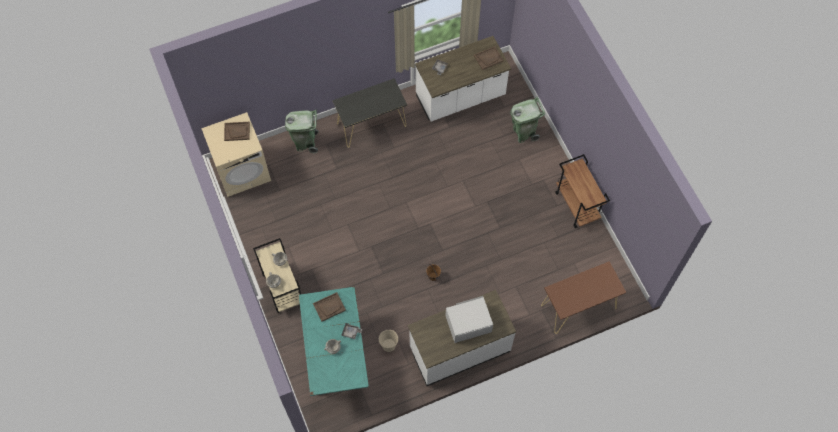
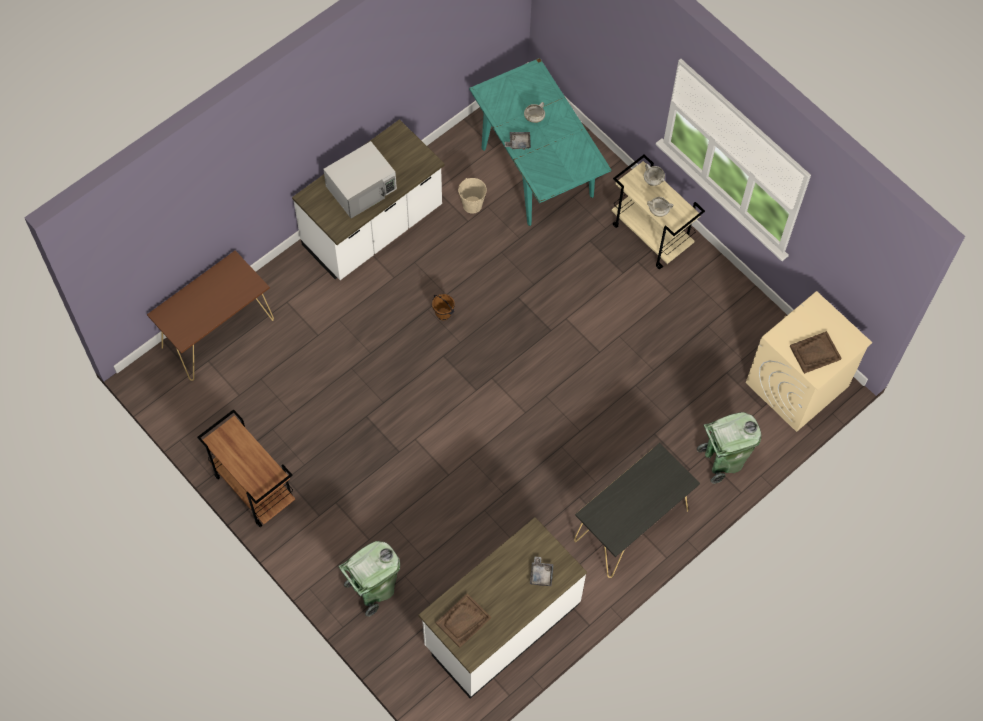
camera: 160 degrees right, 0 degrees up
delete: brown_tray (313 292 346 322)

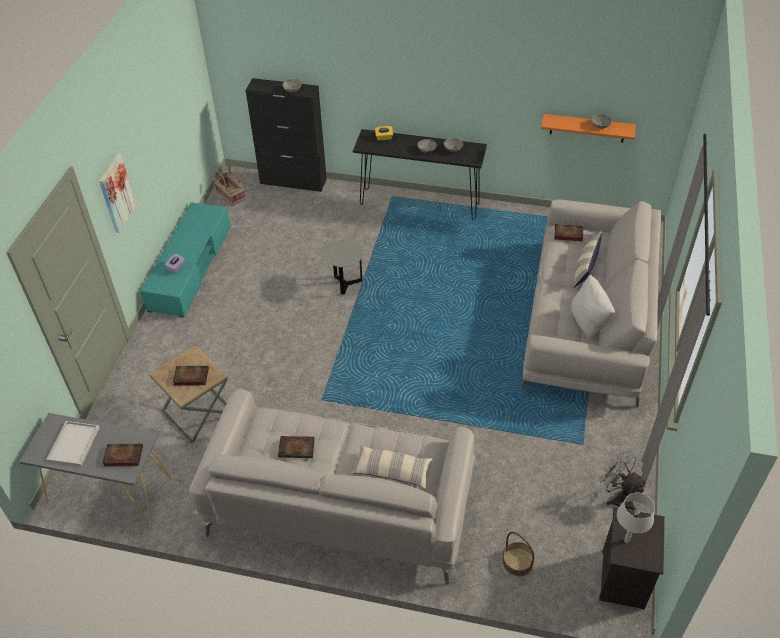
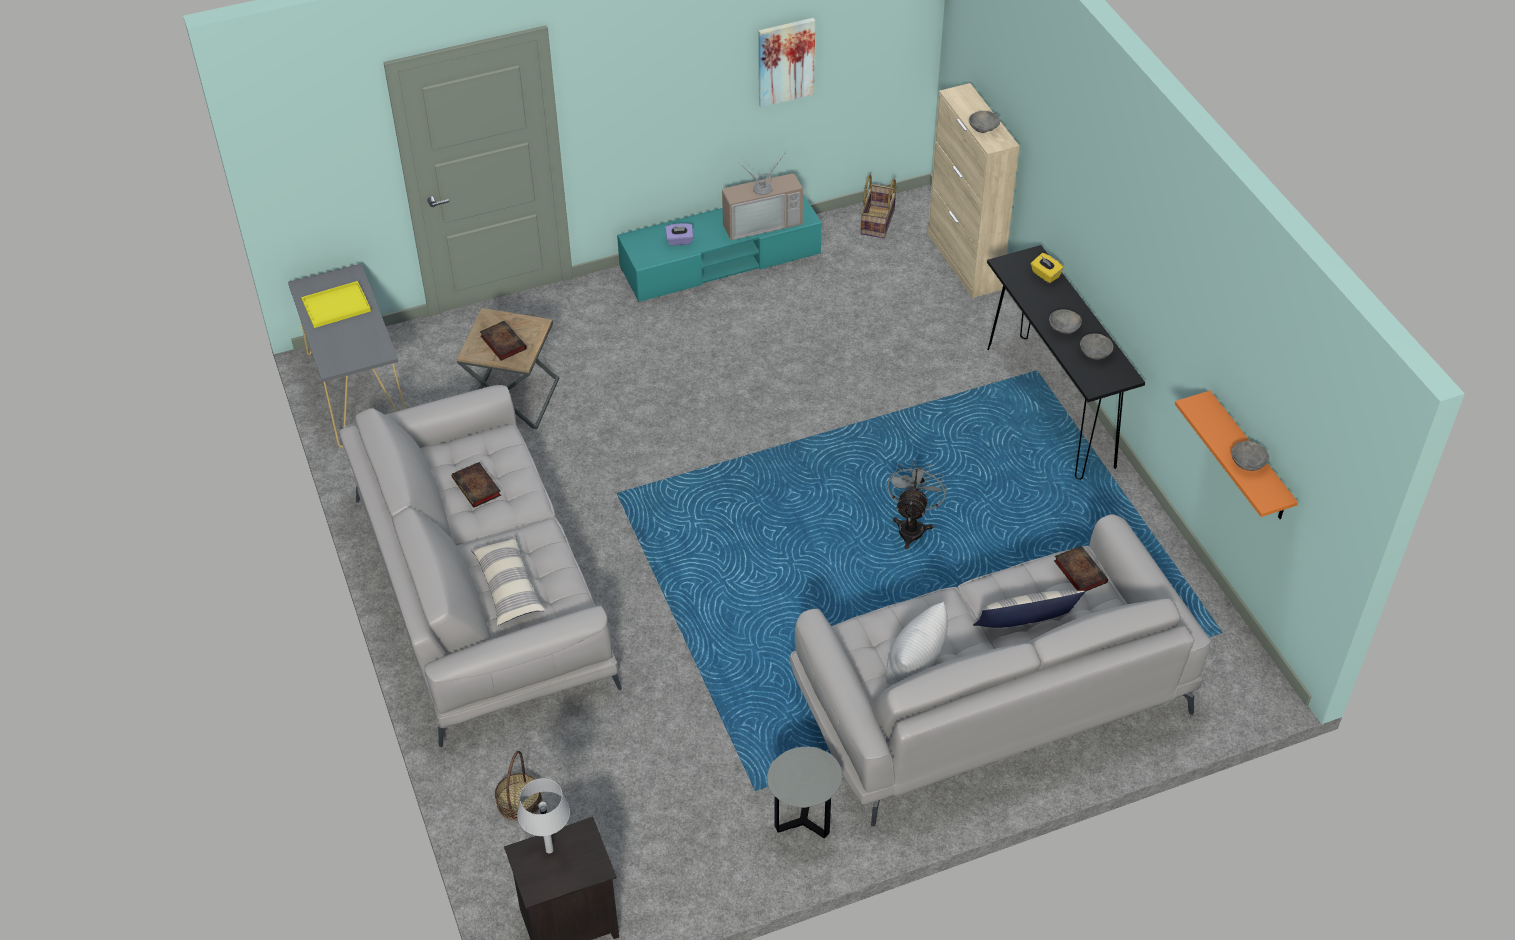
camera: 55 degrees right, 0 degrees up
delete: book (102 444 143 466)
insert: television (722 152 803 240)
move: picture (99 154 136 233) to (758 18 815 107); grey_side_table (326 239 363 295) to (767 747 842 838); grey_fan (600 452 647 511) to (887 460 947 549)
recolor: white_tray (46 421 100 466) to yellow_tray (301 281 371 328); black_cabinet (246 78 327 192) to beige_cabinet (928 83 1020 298)

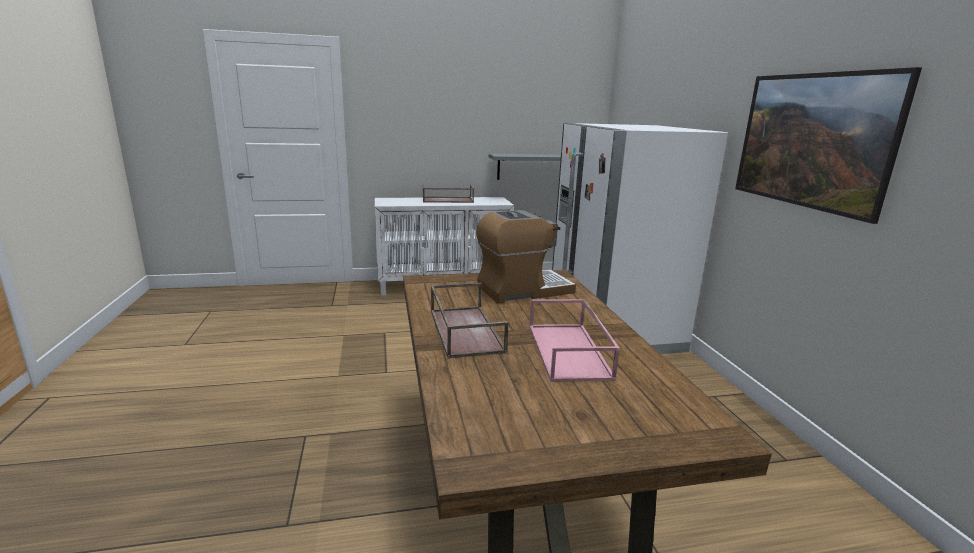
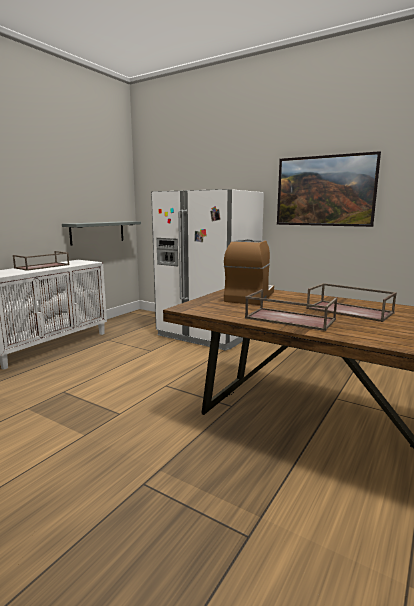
camera: 45 degrees left, 5 degrees down
recolor: pink_tray (529 299 620 382) to brown_tray (306 283 397 322)

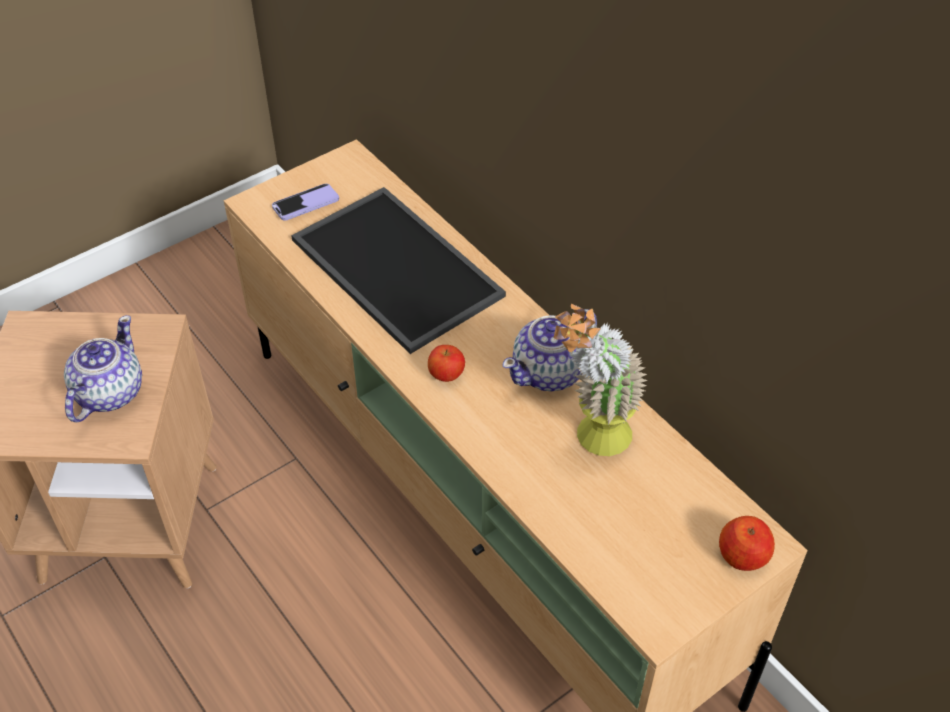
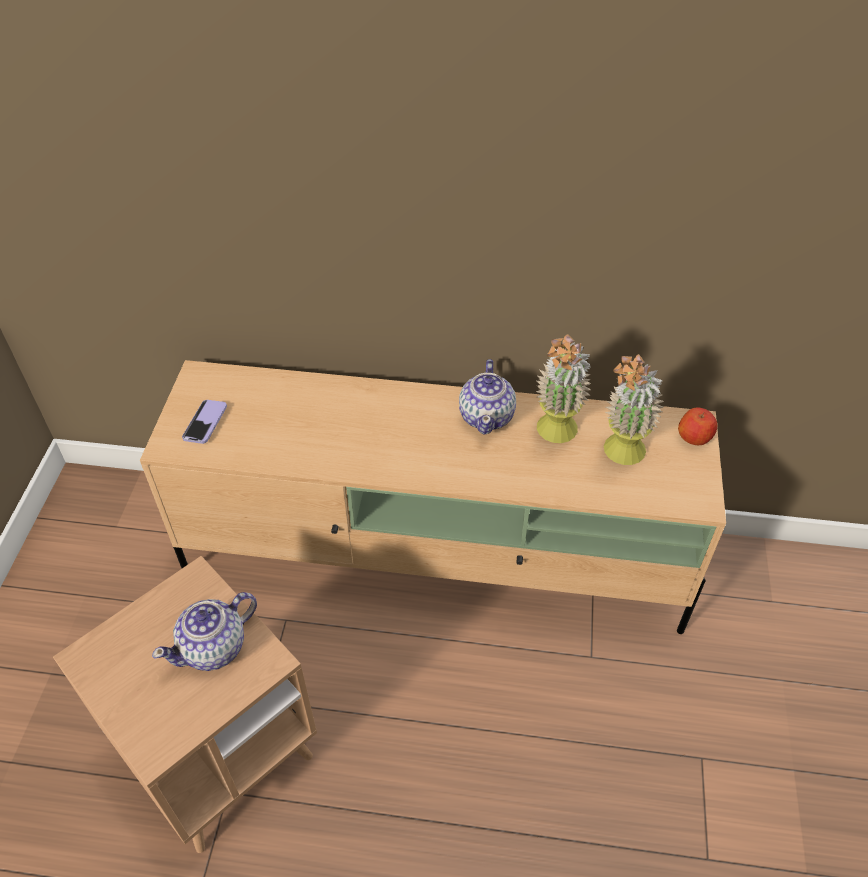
camera: 45 degrees left, 0 degrees up
delete: tray (291 187 506 354); apple (428 345 465 382)
insert: potted_plant (604 354 664 465)
rotate: teapot (64 315 142 422) = (152 592 257 671) 105 degrees counterclockwise

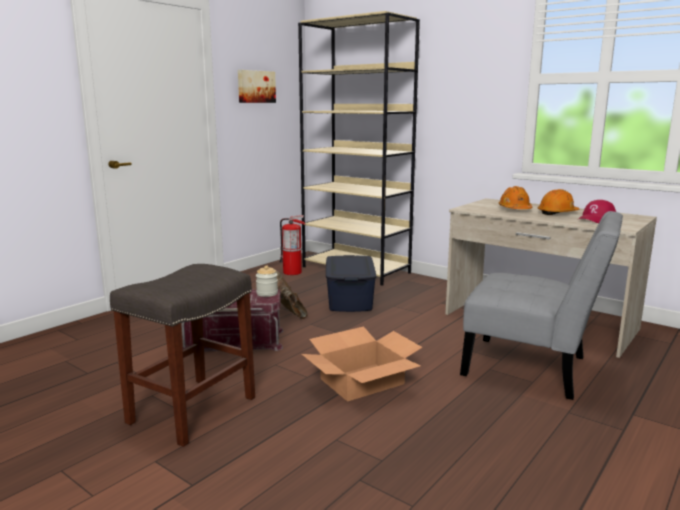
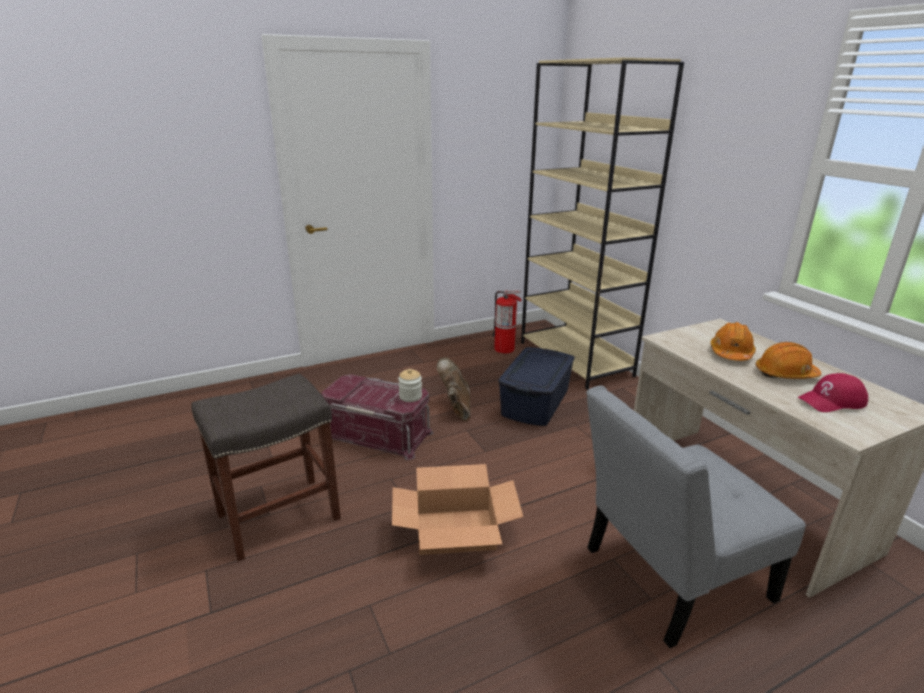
camera: 25 degrees right, 10 degrees up
delete: picture (238 70 276 103)
rotate: grey_chair (460 211 623 400) = (586 385 806 648) 105 degrees clockwise

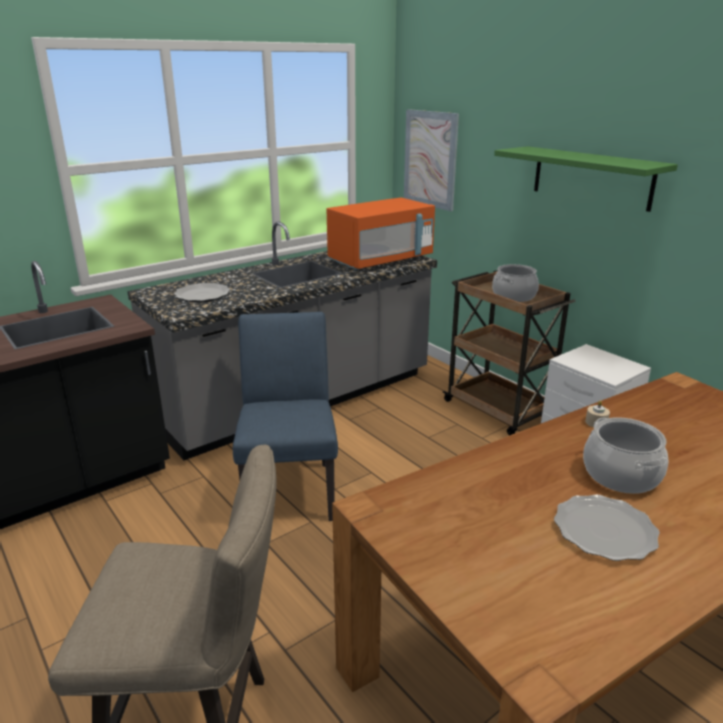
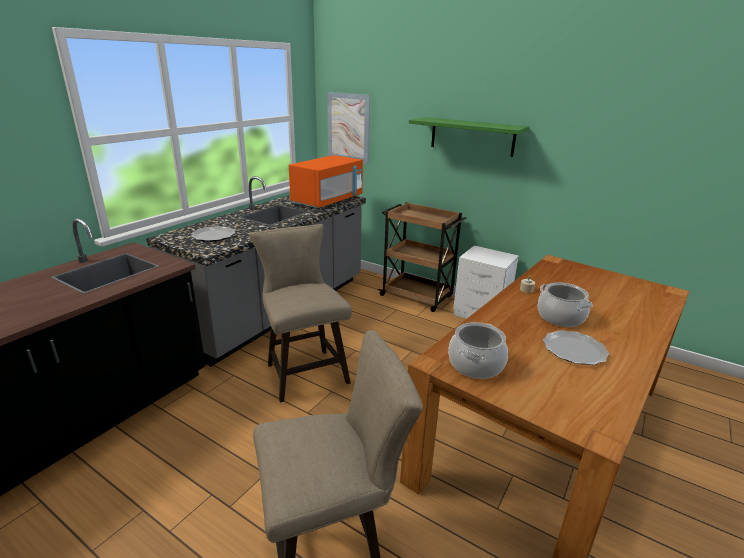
camera: 20 degrees left, 0 degrees up
move: cooking_pot (492 264 539 302) to (448 322 508 379)
replace: blue_chair (233 312 338 521) to beige_stool (250 224 352 403)

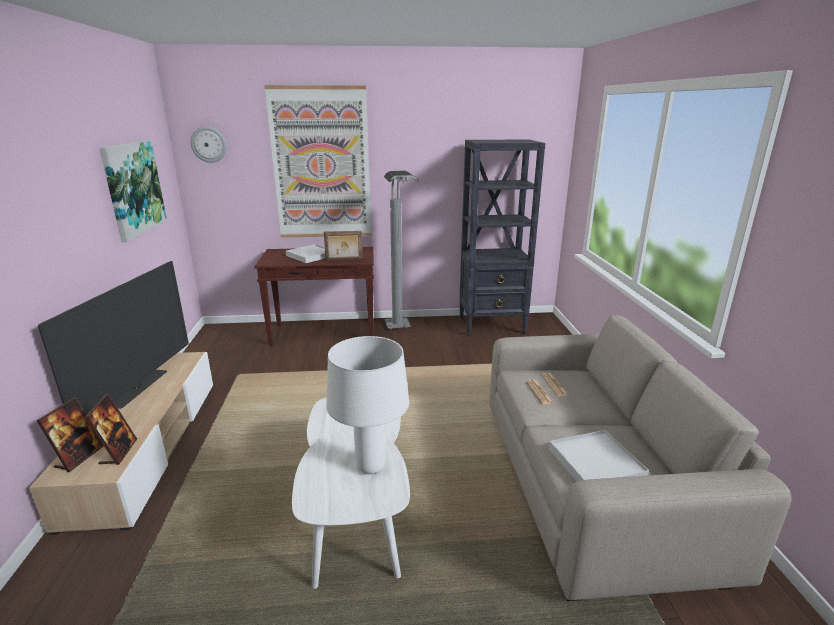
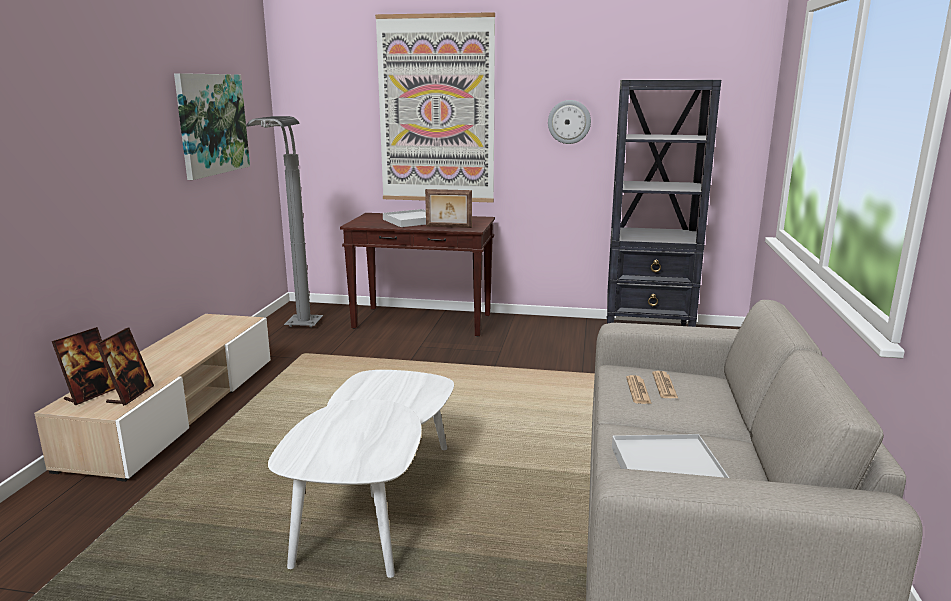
camera: 15 degrees right, 5 degrees down
delete: television (38 261 189 415); white_table_lamp (326 336 409 474)
move: grey_floor_lamp (384 171 418 330) to (246 116 323 328); wall_clock (191 126 227 163) to (548 100 591 144)

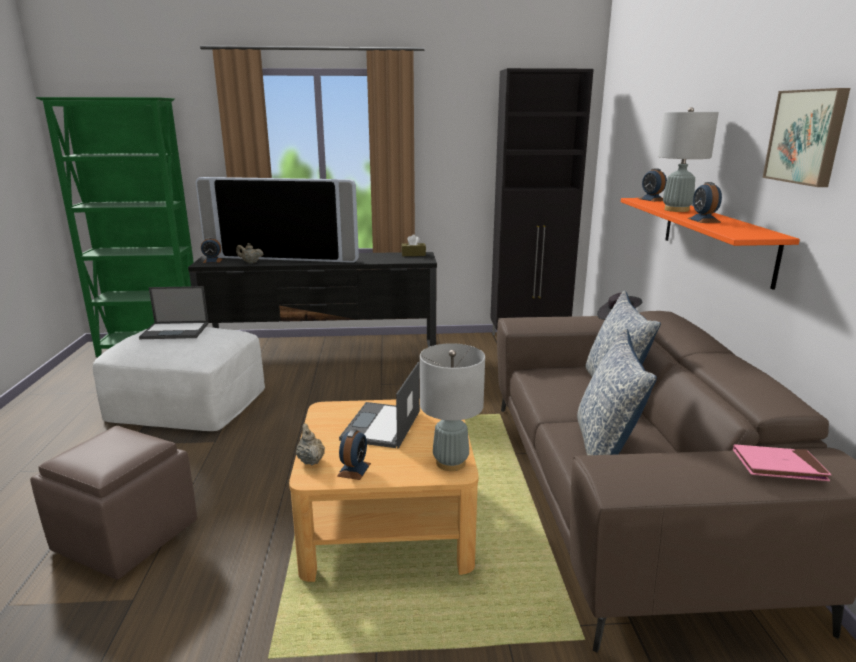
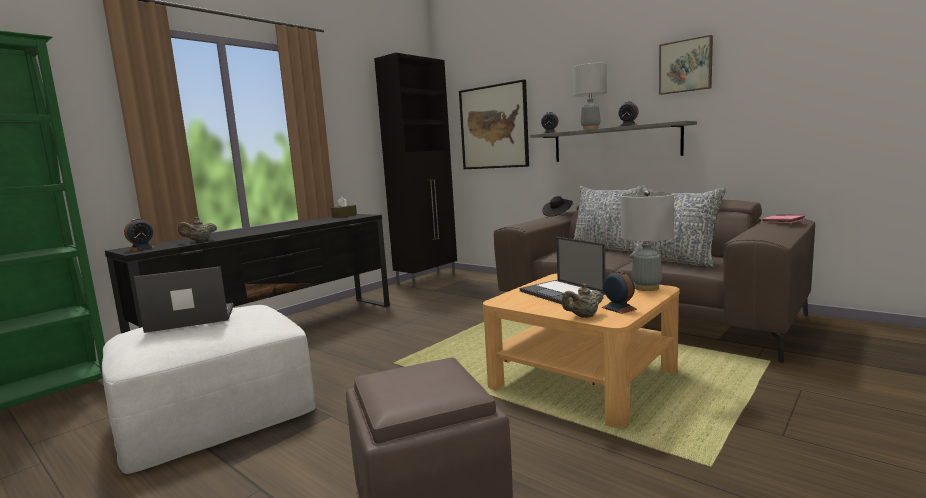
camera: 45 degrees left, 10 degrees down
delete: television (196 177 359 263)
insert: picture (459 80 529 169)
recolor: orange_shelf (621 198 800 290) to grey_shelf (530 121 697 162)
rotate: laptop (139 286 209 339) = (134 266 234 333) 150 degrees counterclockwise; beige_teapot (296 424 325 465) = (562 284 604 318) 45 degrees counterclockwise

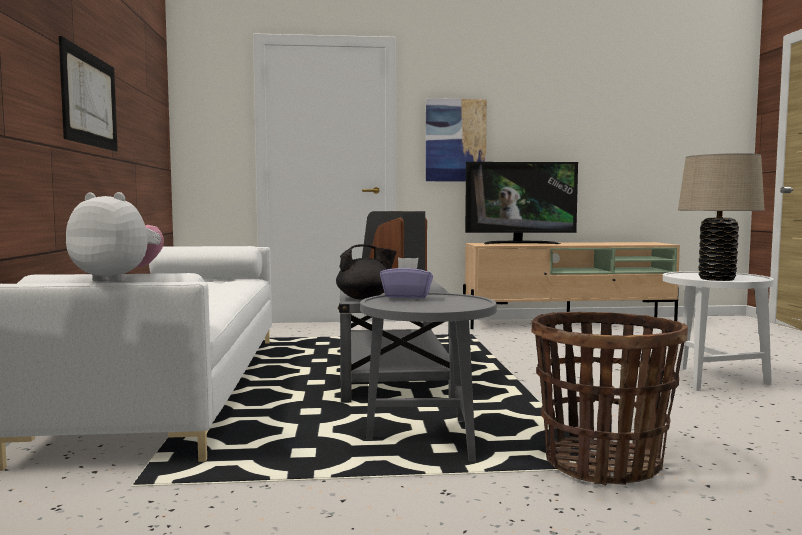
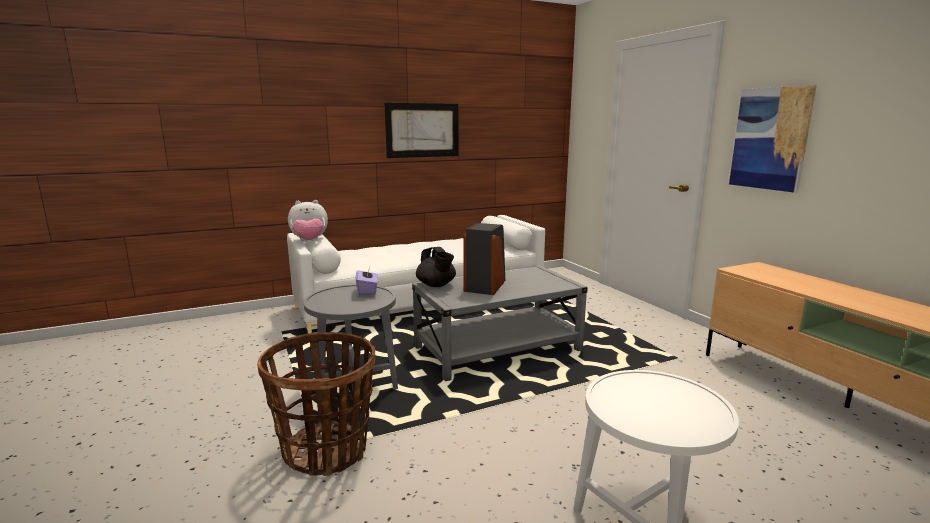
camera: 70 degrees right, 10 degrees up
delete: television (465 162 578 244); beige_table_lamp (678 153 765 281)
rotate: plush_toy (66 192 164 282) = (288 200 328 241) 75 degrees clockwise

